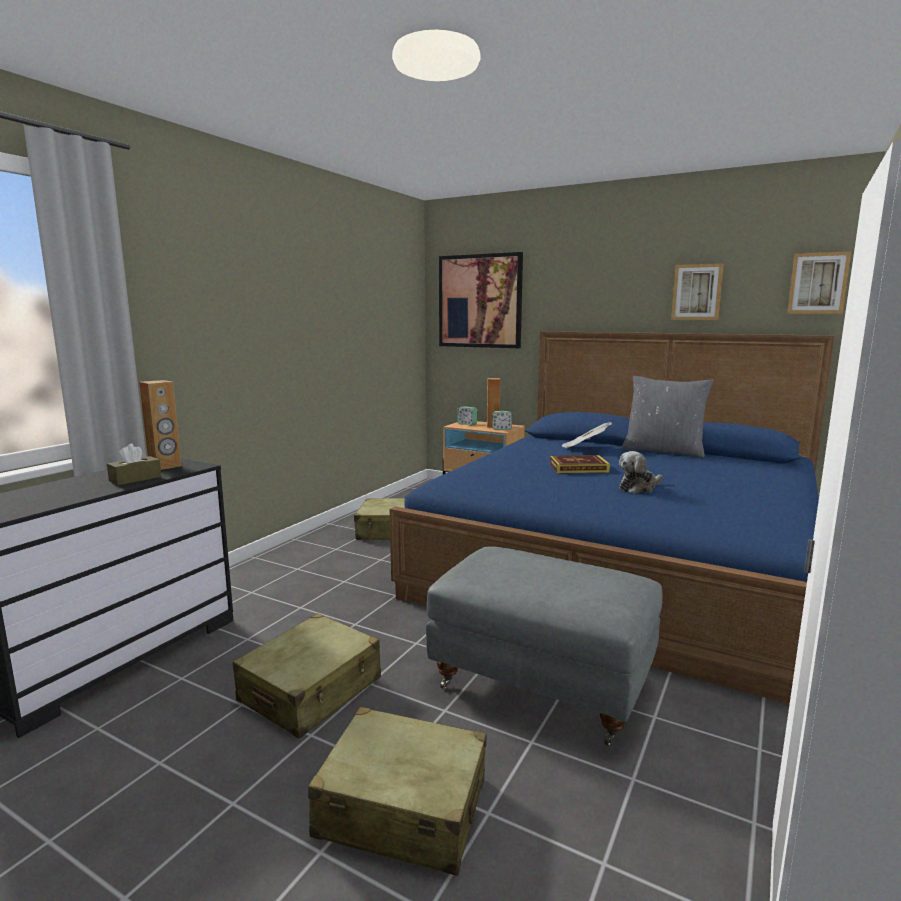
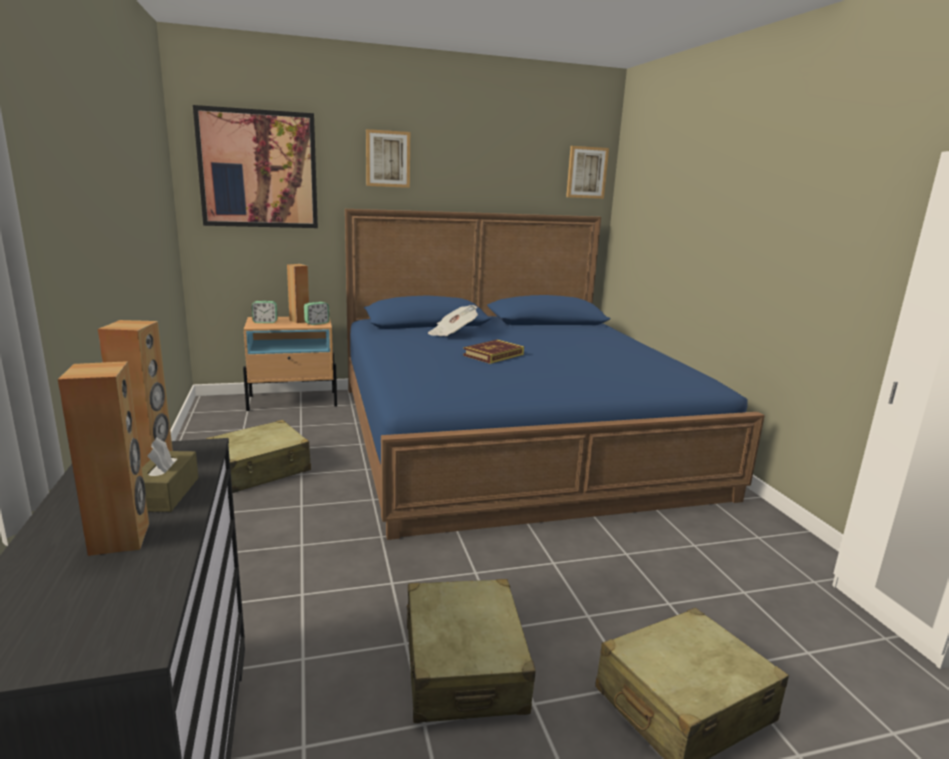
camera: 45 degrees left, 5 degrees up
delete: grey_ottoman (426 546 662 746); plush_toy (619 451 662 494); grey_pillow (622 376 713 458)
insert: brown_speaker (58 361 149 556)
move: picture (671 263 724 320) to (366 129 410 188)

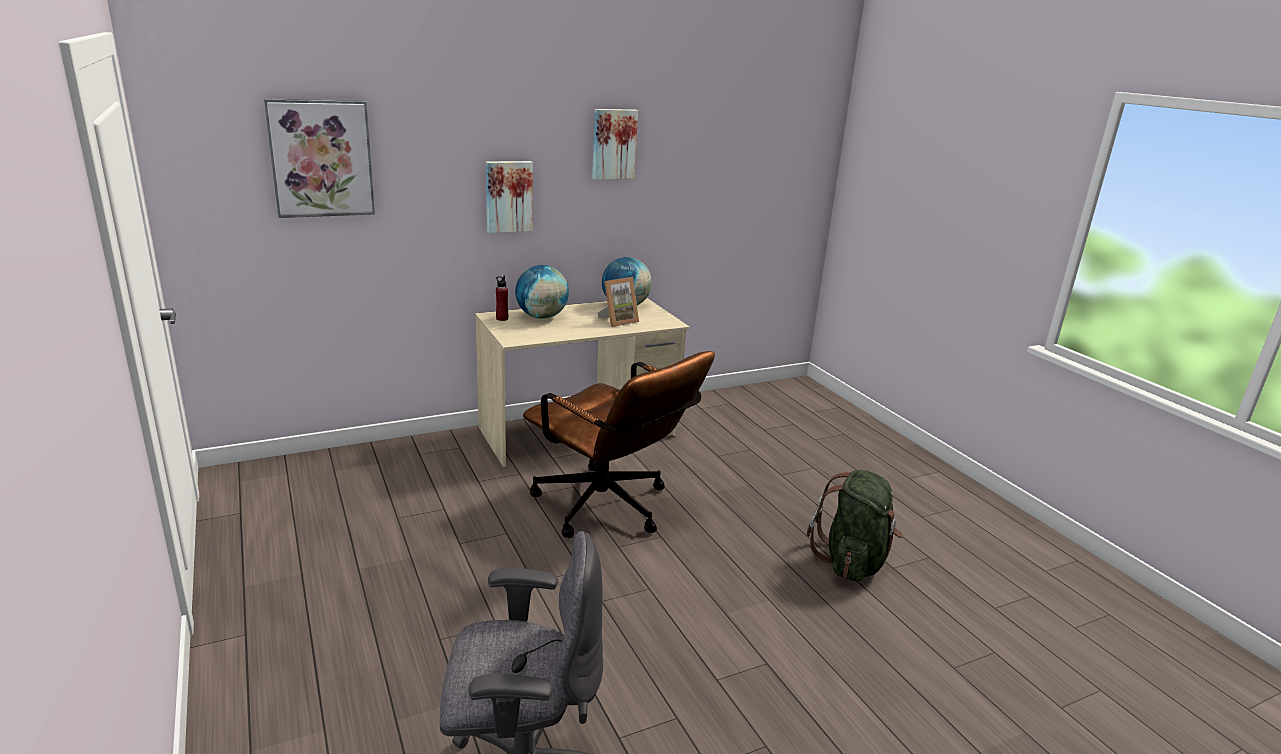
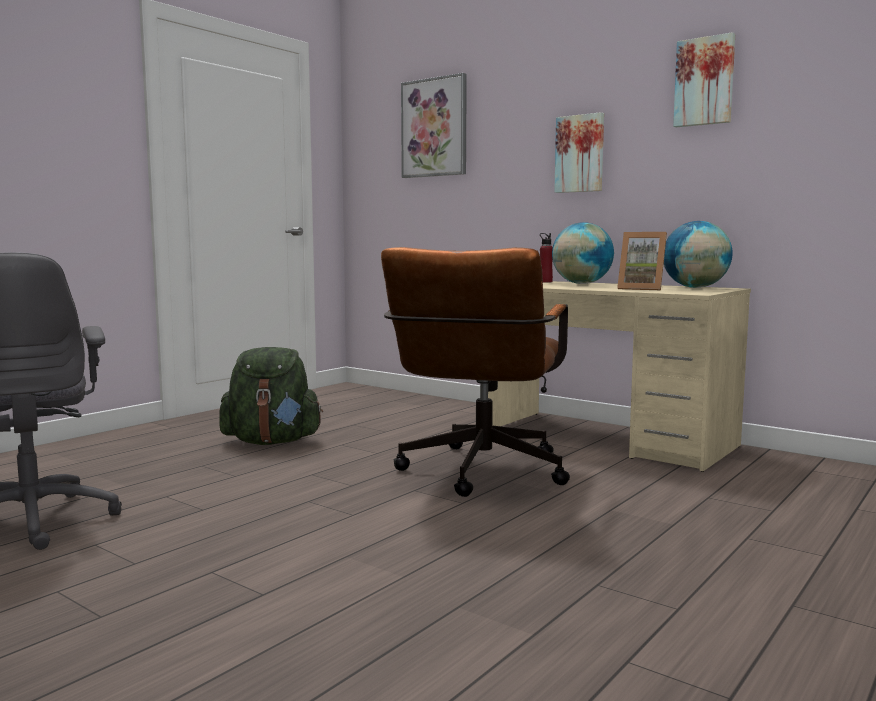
camera: 65 degrees right, 15 degrees down
move: green_backpack (807 470 903 581) to (219 347 323 445)

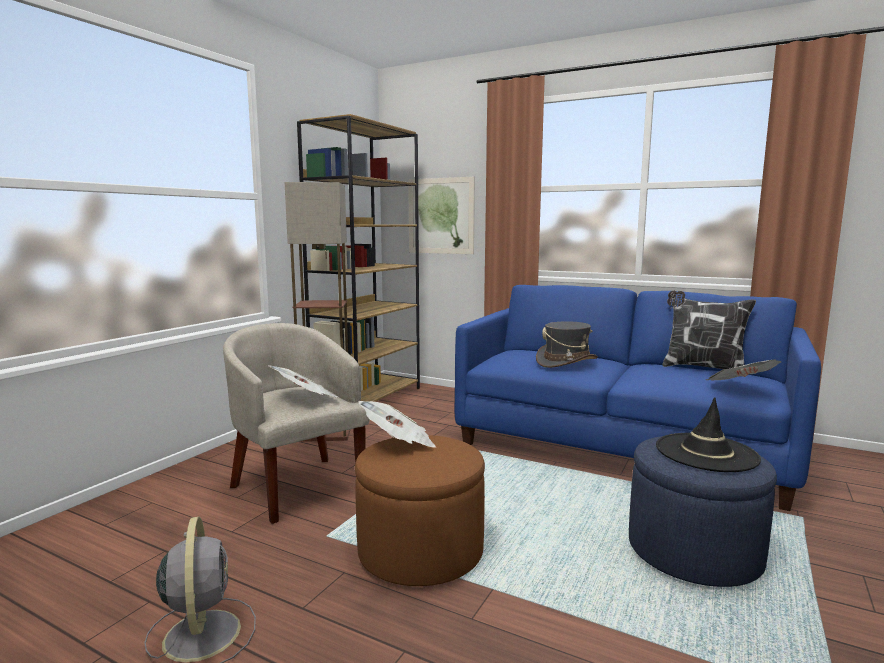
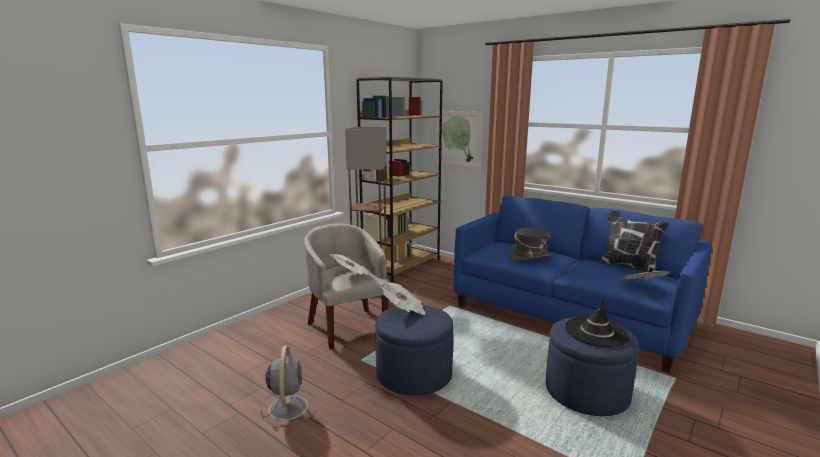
camera: 10 degrees right, 5 degrees up
recolor: brown_ottoman (355 435 485 586) to blue_ottoman (375 305 454 395)

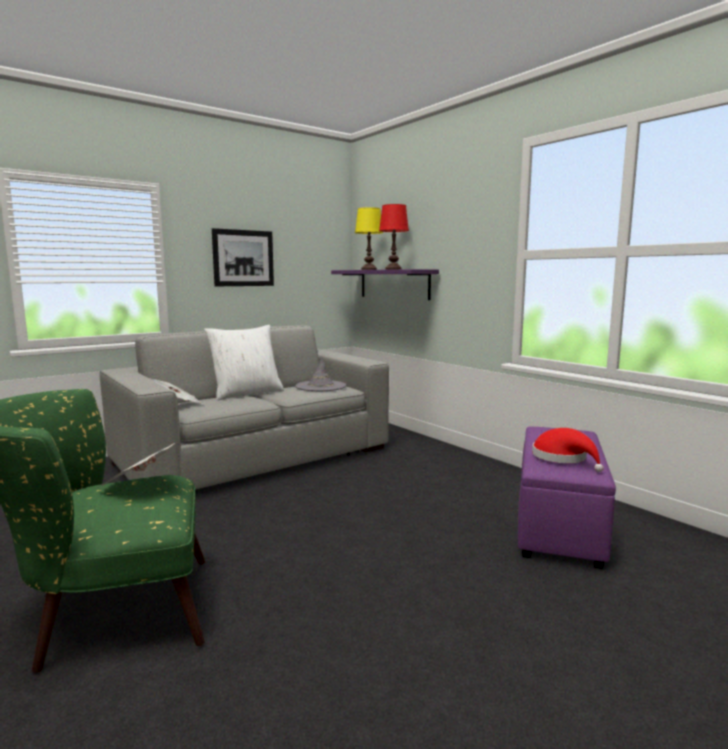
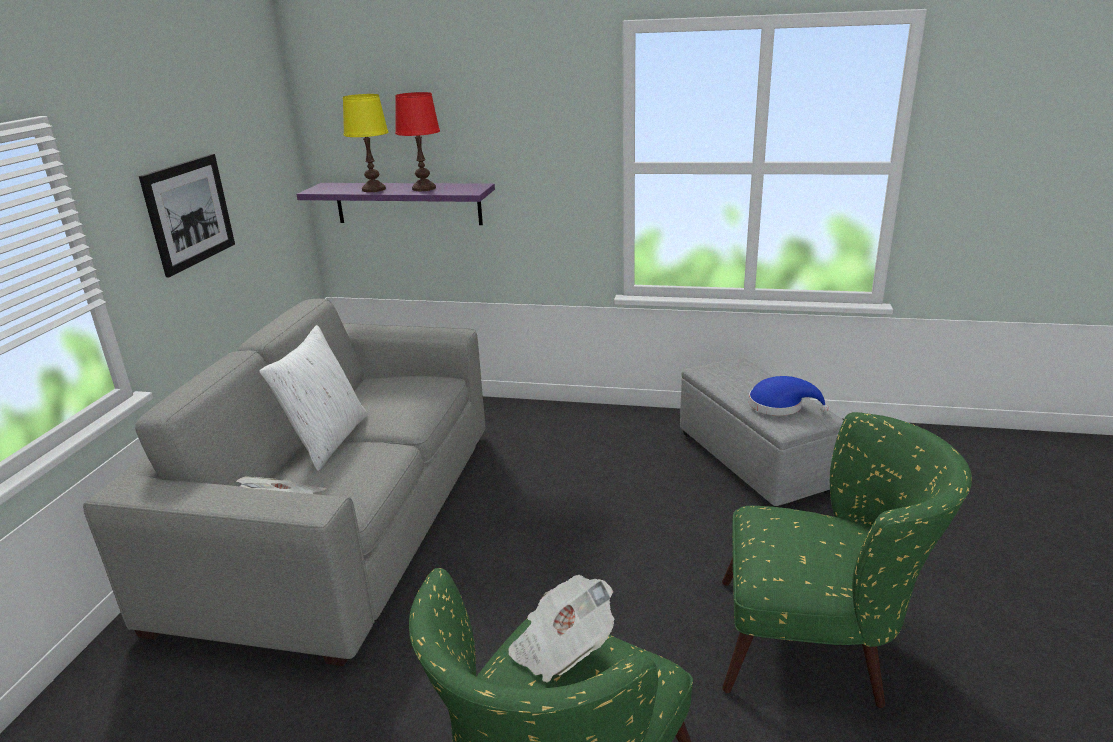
camera: 40 degrees left, 15 degrees up
delete: grey_hat (295 356 346 391)
insert: green_armchair (722 412 972 708)
recolor: purple_ottoman (518 427 616 569) to grey_ottoman (680 357 844 508); red_hat (532 428 604 472) to blue_hat (749 376 829 416)

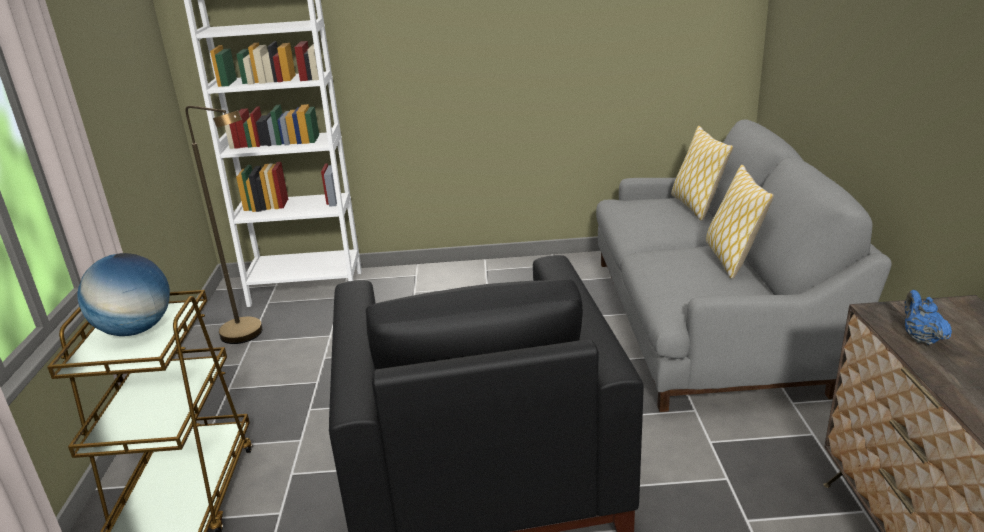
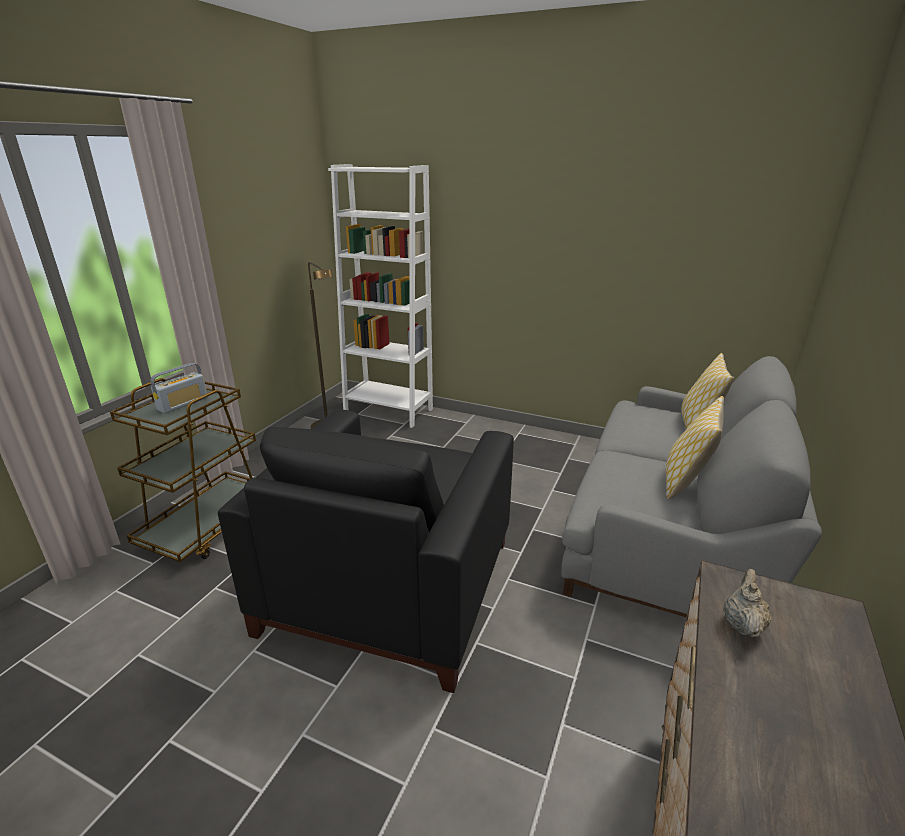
camera: 25 degrees right, 0 degrees up
replace: globe (77 253 170 336) to radio (150 363 208 414)
recolor: blue_teapot (904 290 952 345) to beige_teapot (723 569 772 637)

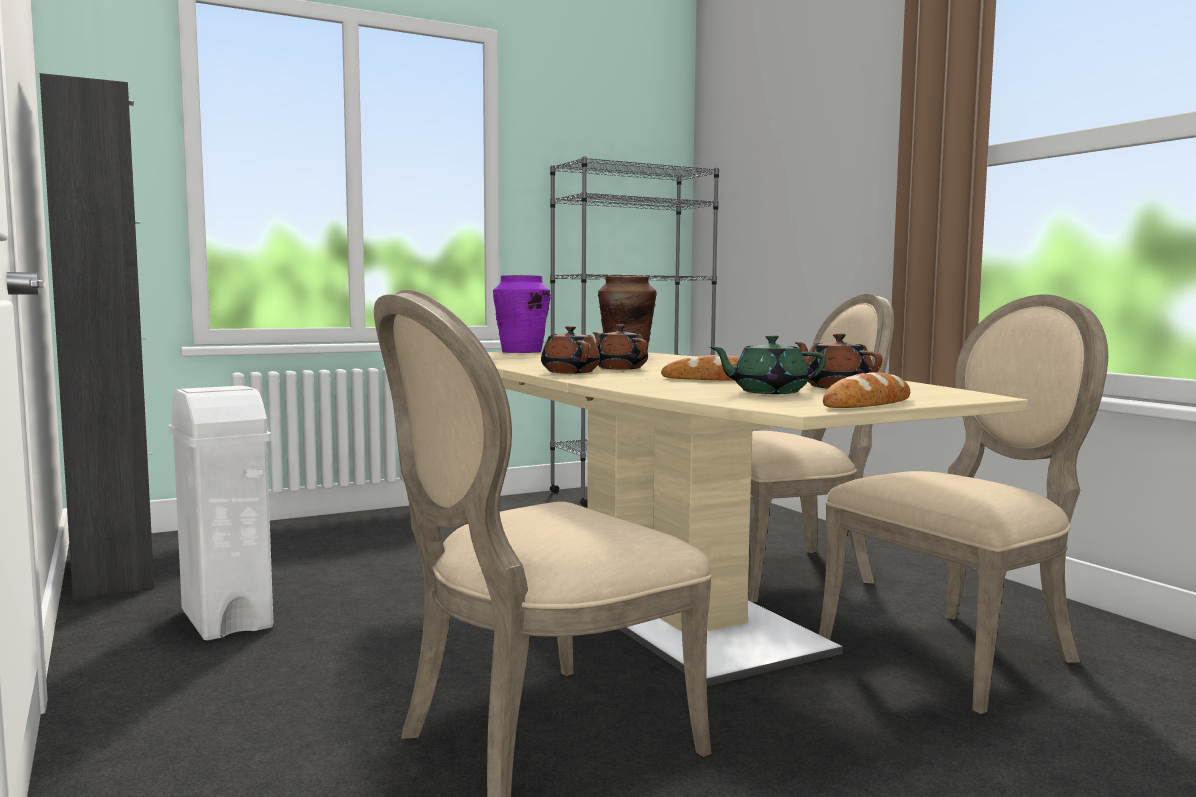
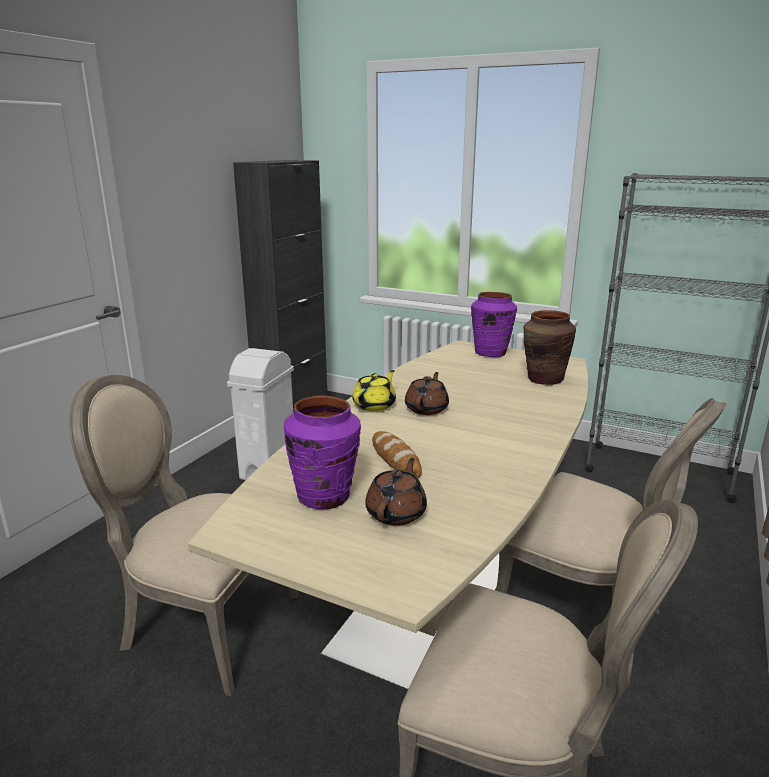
camera: 55 degrees right, 15 degrees up
delete: bread (823 372 910 408)
replace: green_teapot (710 335 826 394) to purple_vase (284 395 361 509)
recolor: brown_teapot (541 326 600 373) to yellow_teapot (352 370 396 411)

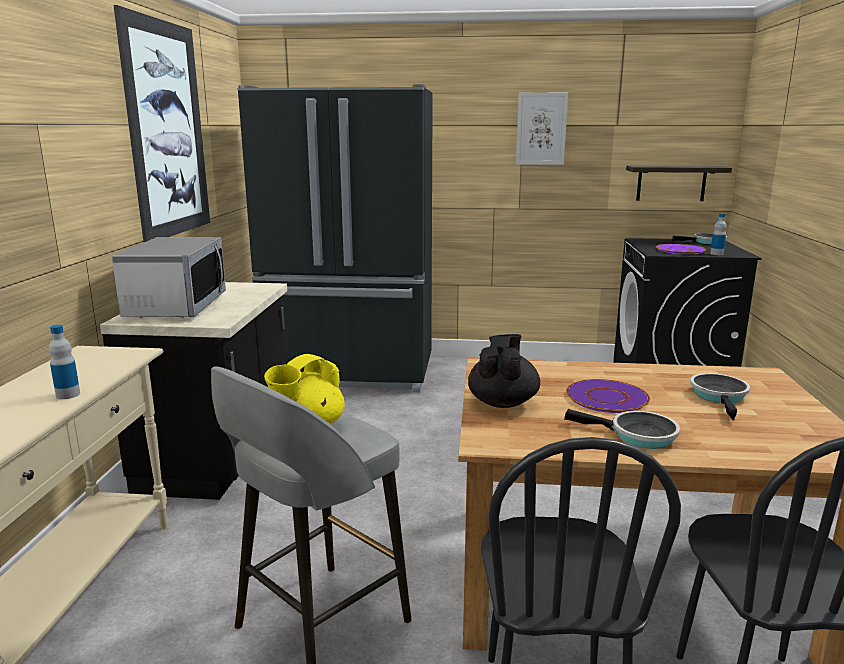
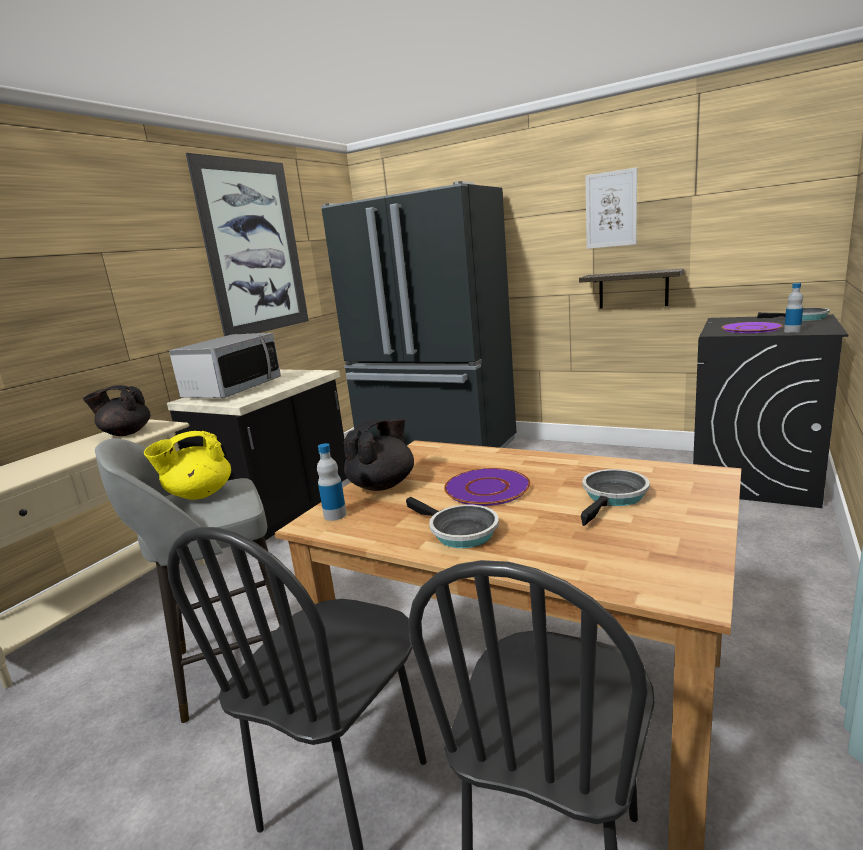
camera: 25 degrees right, 0 degrees up
insert: black_teapot (83 385 150 436)
move: bottle (49 325 80 399) to (317 443 347 521); shelf (626 165 732 201) to (579 268 684 309)

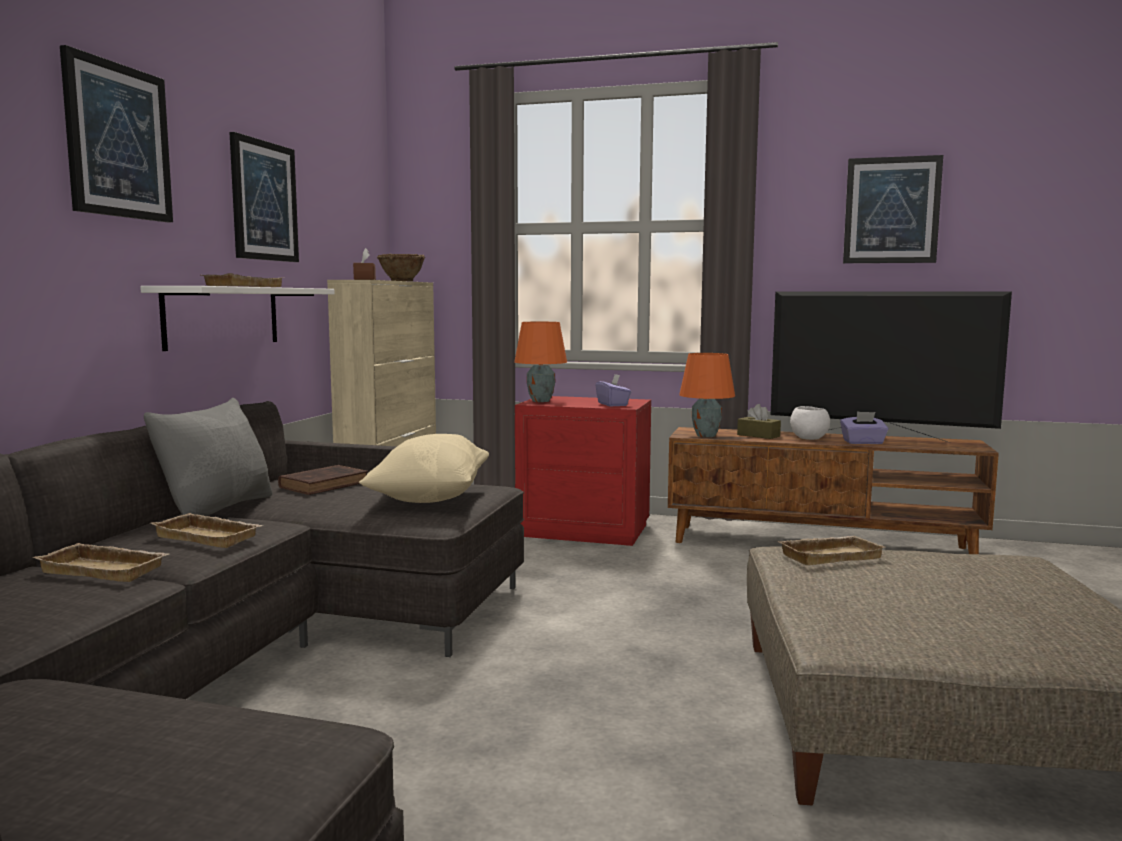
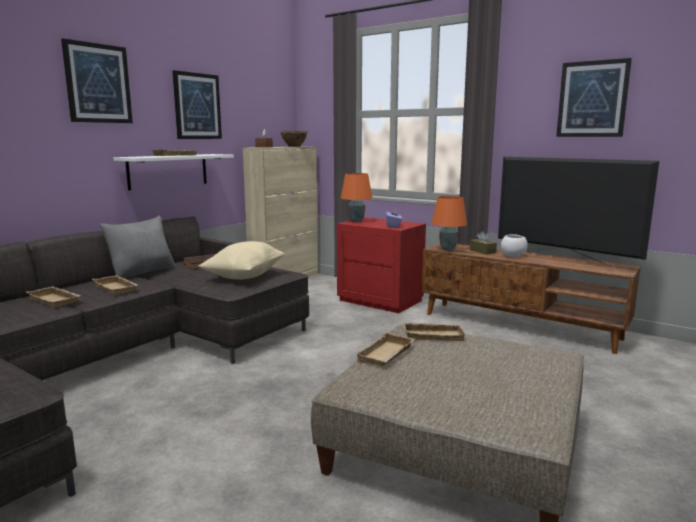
camera: 20 degrees right, 5 degrees up
delete: purple_tissue_box (840 411 889 444)
insert: beige_tray (355 332 414 366)

